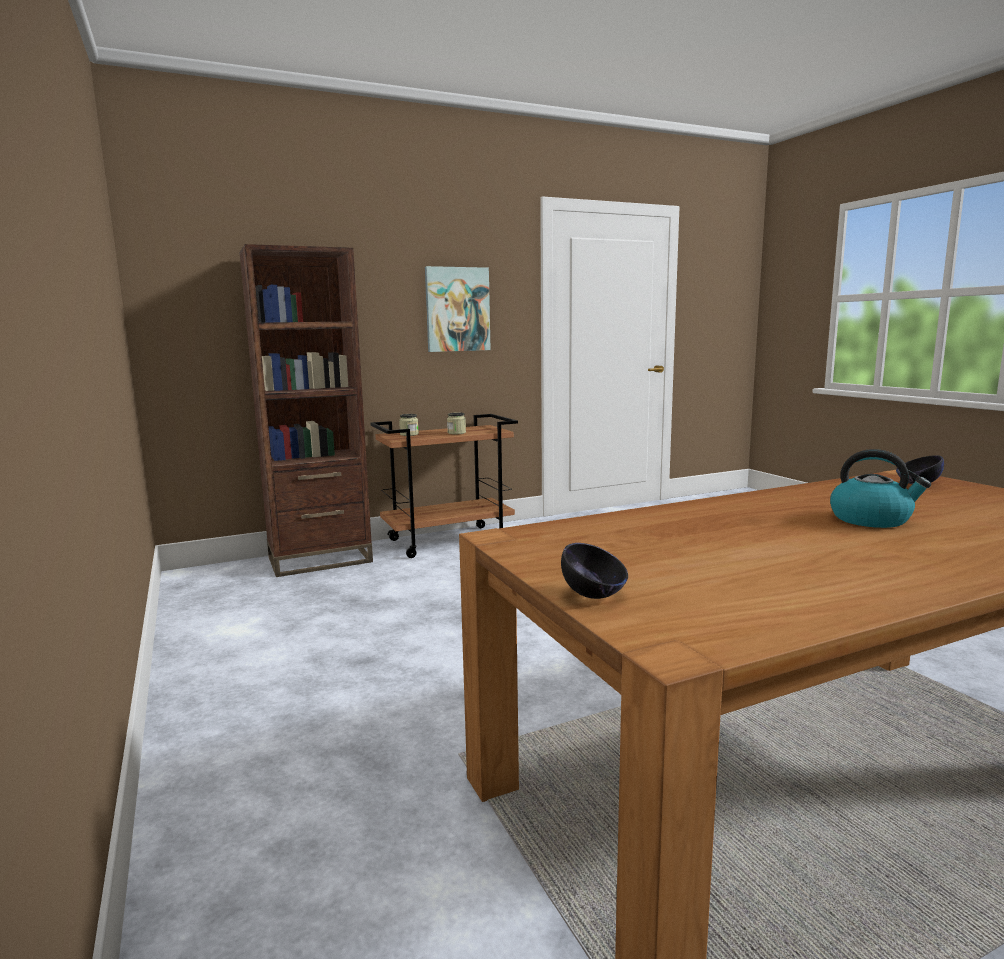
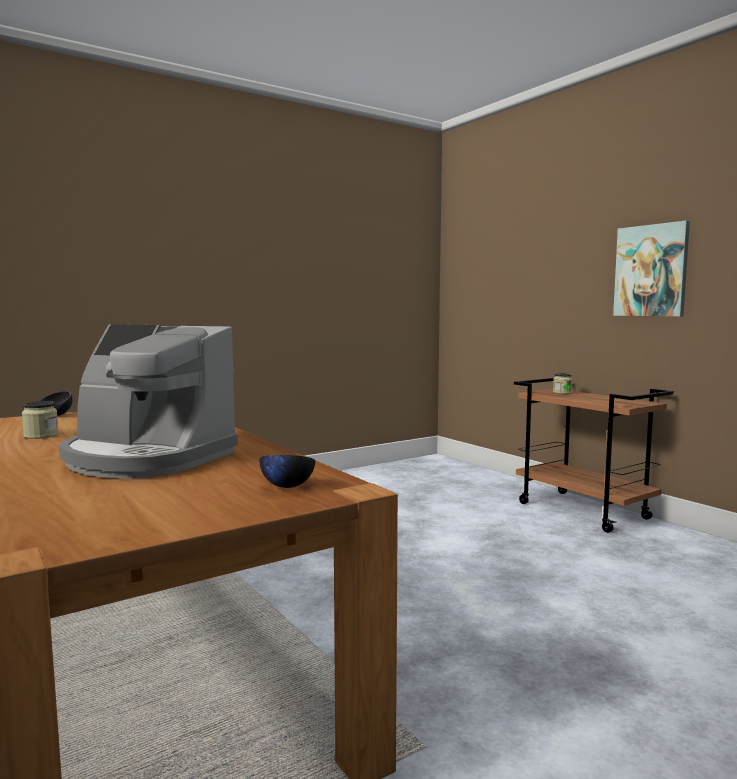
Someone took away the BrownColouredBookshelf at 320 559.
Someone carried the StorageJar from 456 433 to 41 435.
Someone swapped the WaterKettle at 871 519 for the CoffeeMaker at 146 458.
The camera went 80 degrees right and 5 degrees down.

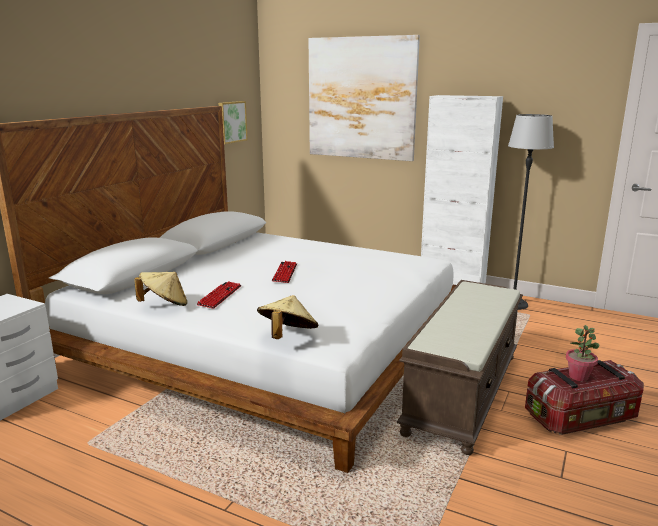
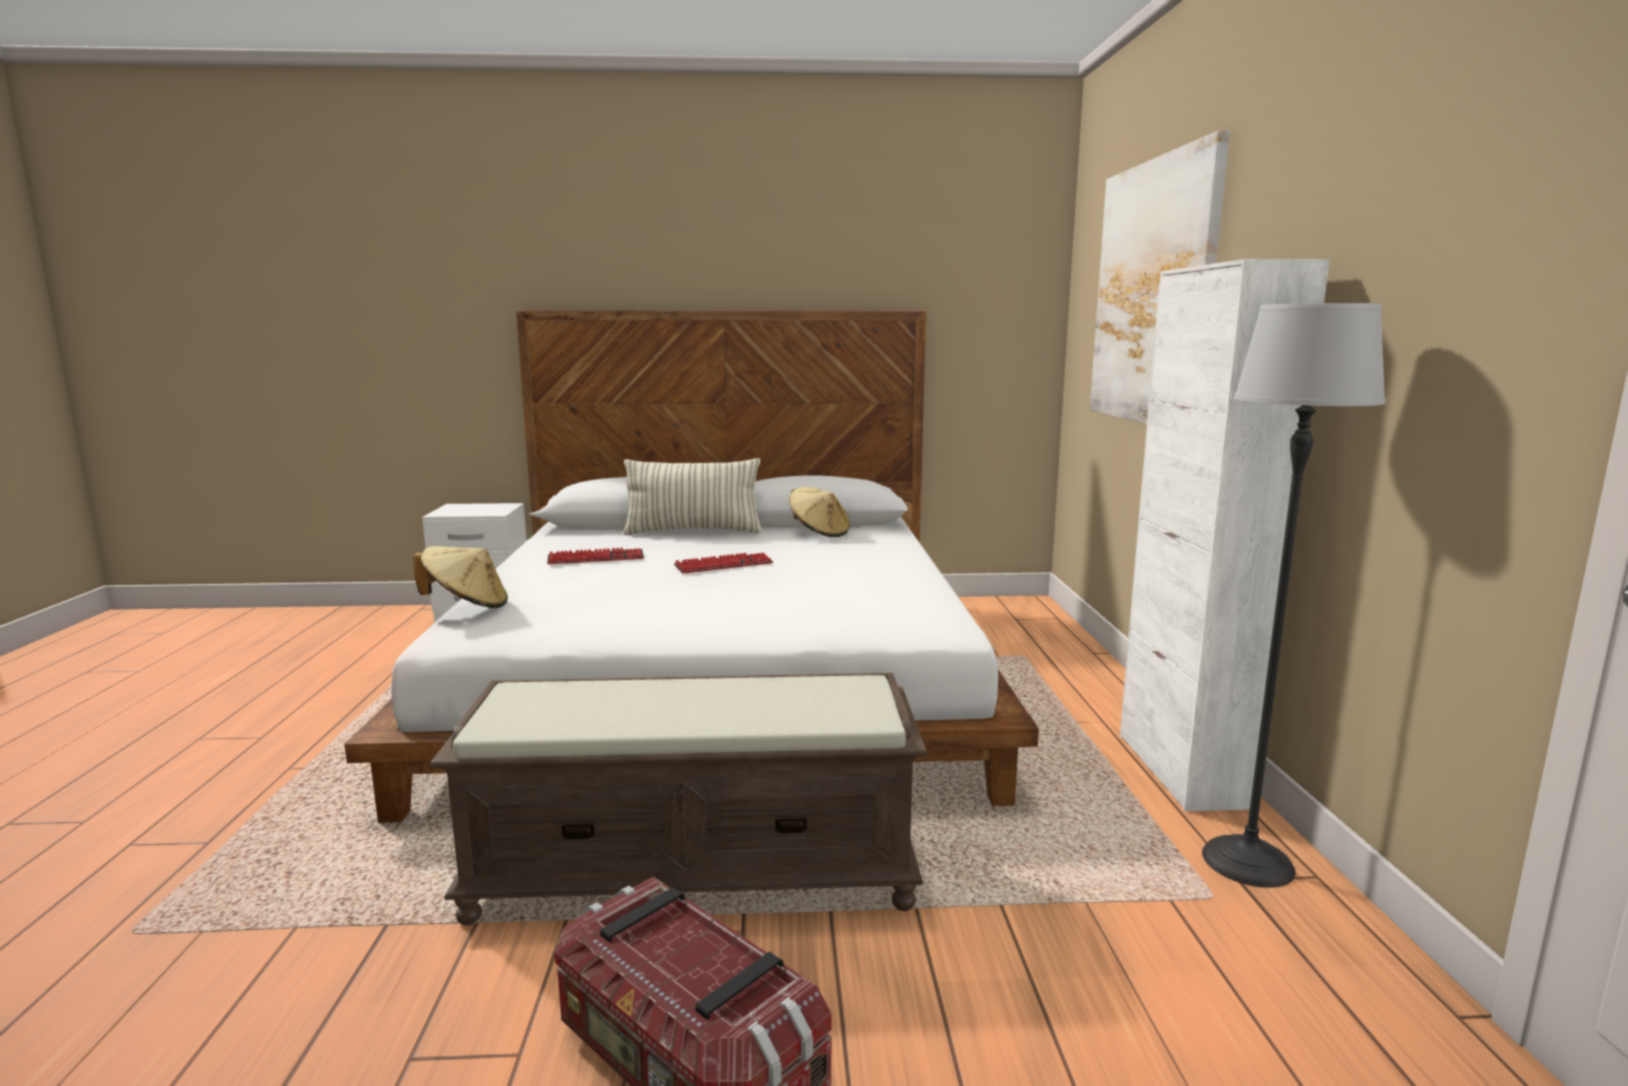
Someone took away the WallArt at 231 122.
Someone carried the BeigeColouredHat from 164 305 to 819 532.
Someone took away the PlantInAPot at 578 376.
Someone put down the ThrowPillow at 693 532.
The camera went 60 degrees right and 5 degrees down.

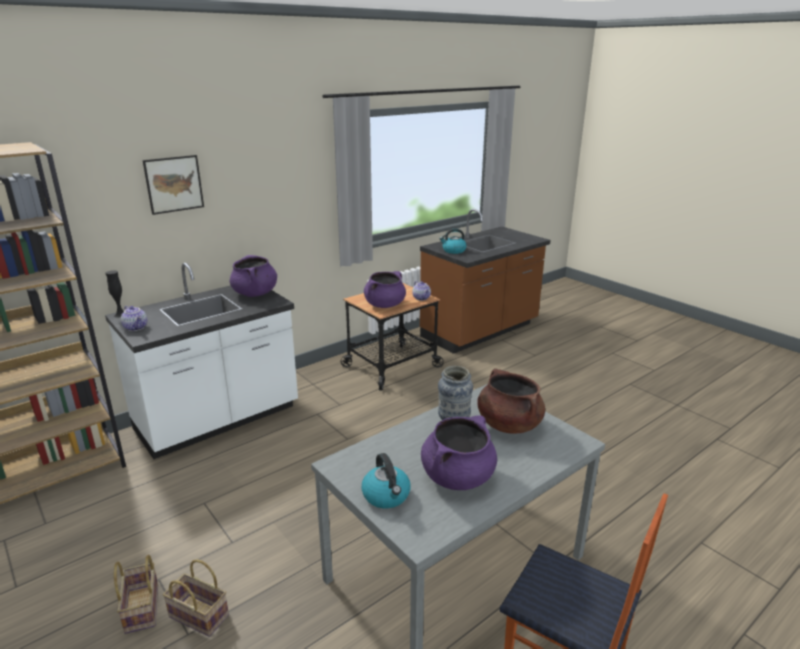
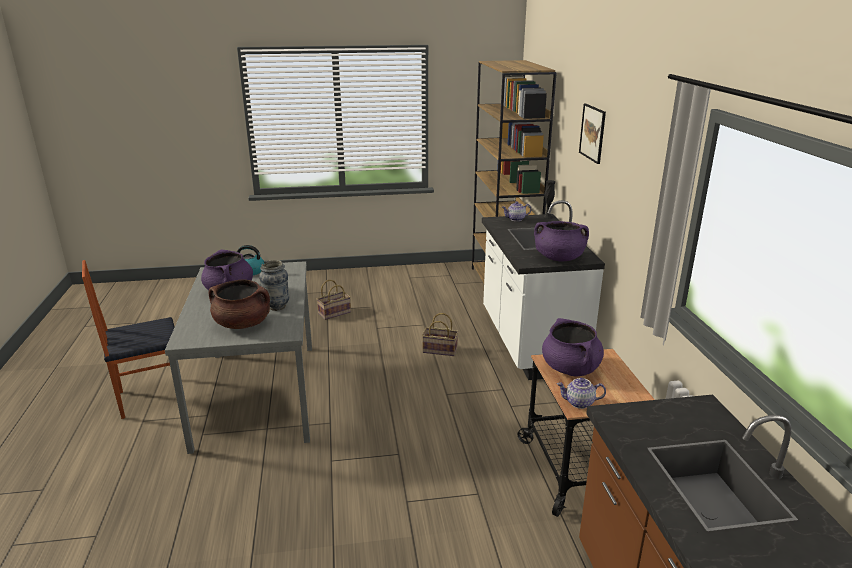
Someone took away the WaterKettle at 453 251.
Someone carried the Basket from 143 609 to 439 350.
The camera went 120 degrees right and 0 degrees up.

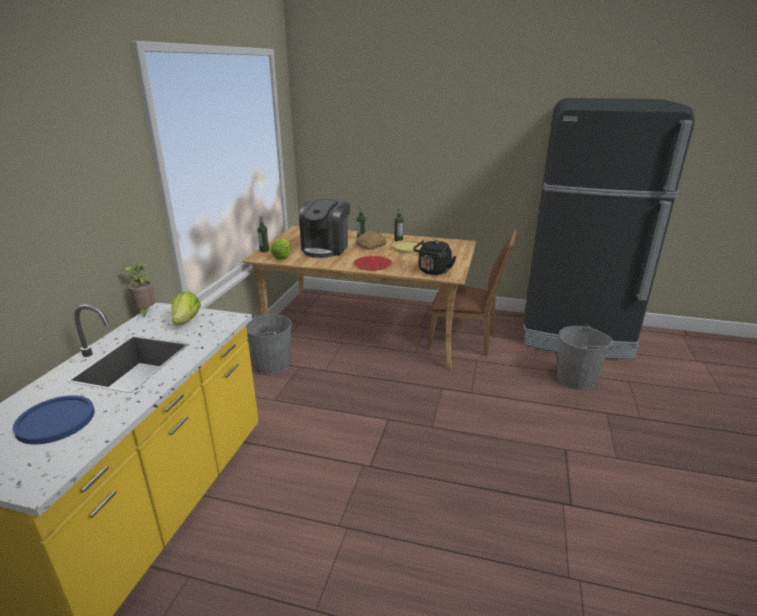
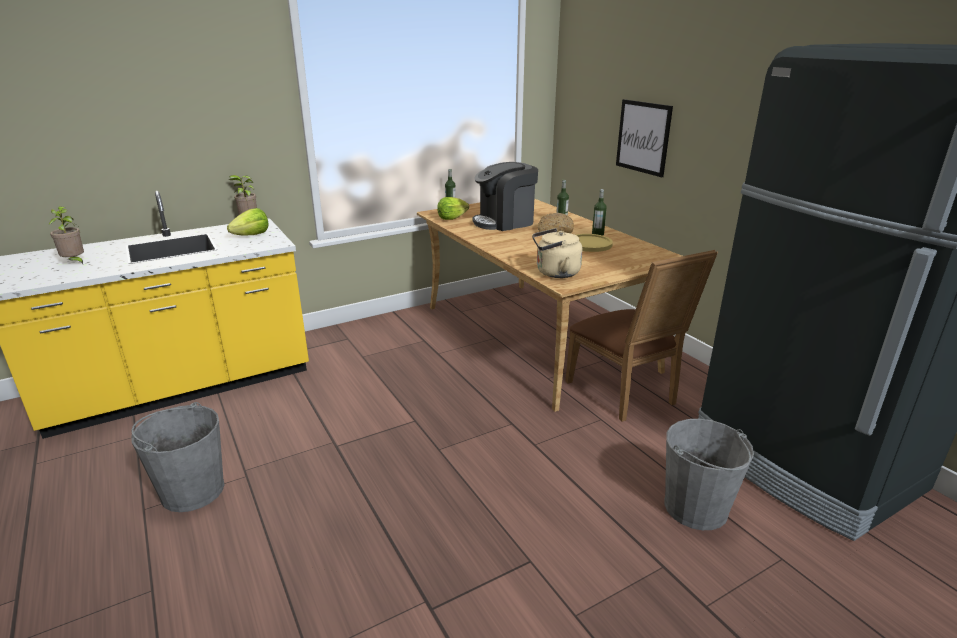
Someone repainted the BlackishWaterKettle at 433 271, which became the BeigeColouredWaterKettle at 555 273.
Someone took away the RedPlate at 372 264.
Someone carried the GreyBucket from 271 365 to 192 490.
Someone swapped the BlueColouredPlate at 55 421 for the PlantInAPot at 75 262.
Someone put up the WallArt at 643 137.
The camera went 45 degrees right and 0 degrees up.

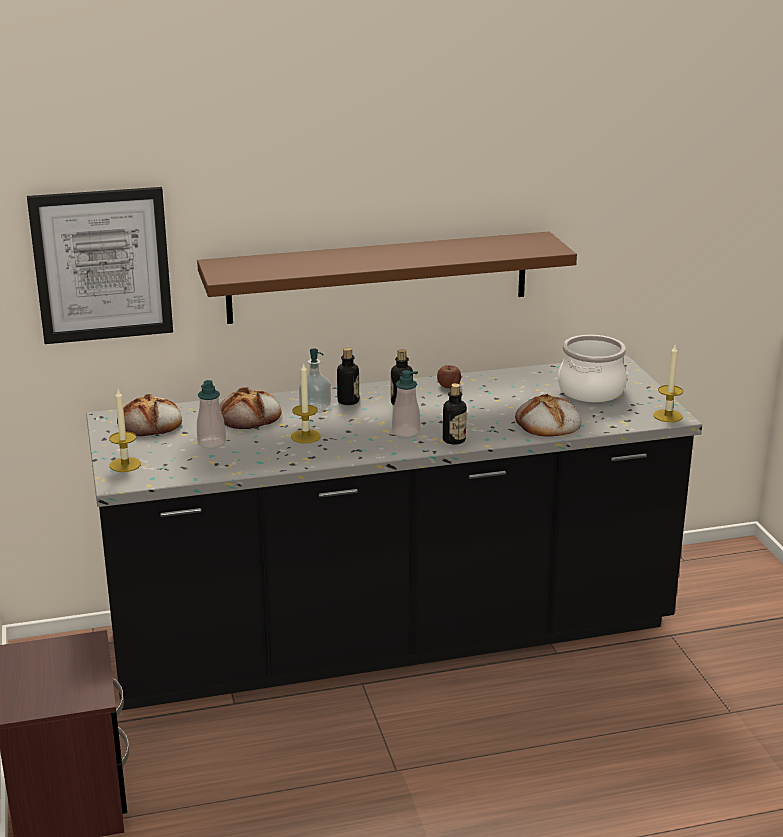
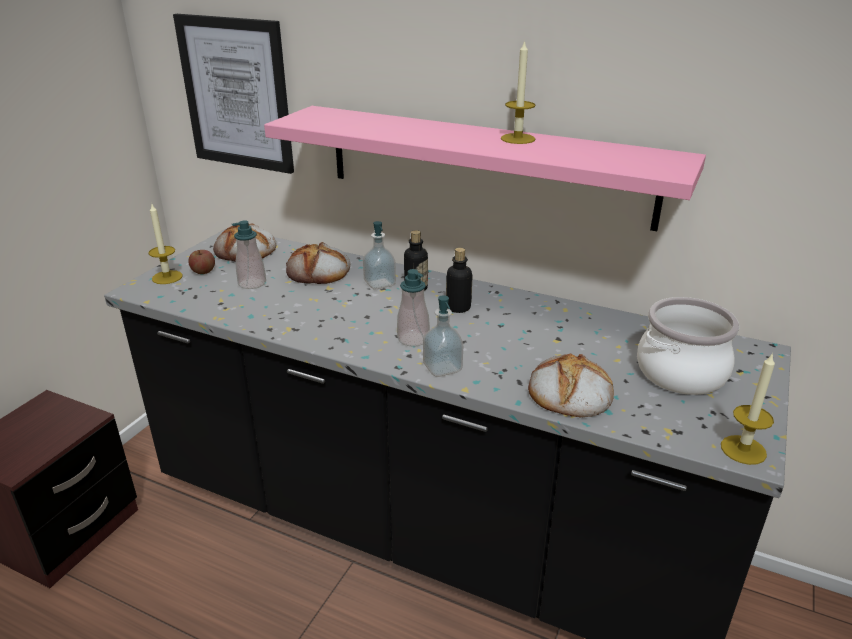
Someone repainted the BrownColouredBracketShelf at 378 277, which became the PinkishBracketShelf at 485 165.
Someone carried the Candle from 305 436 to 517 139.
Someone carried the Apple from 448 386 to 203 271.
Someone swapped the Bottle at 454 440 for the SoapBottle at 442 368.
The camera went 40 degrees right and 5 degrees up.

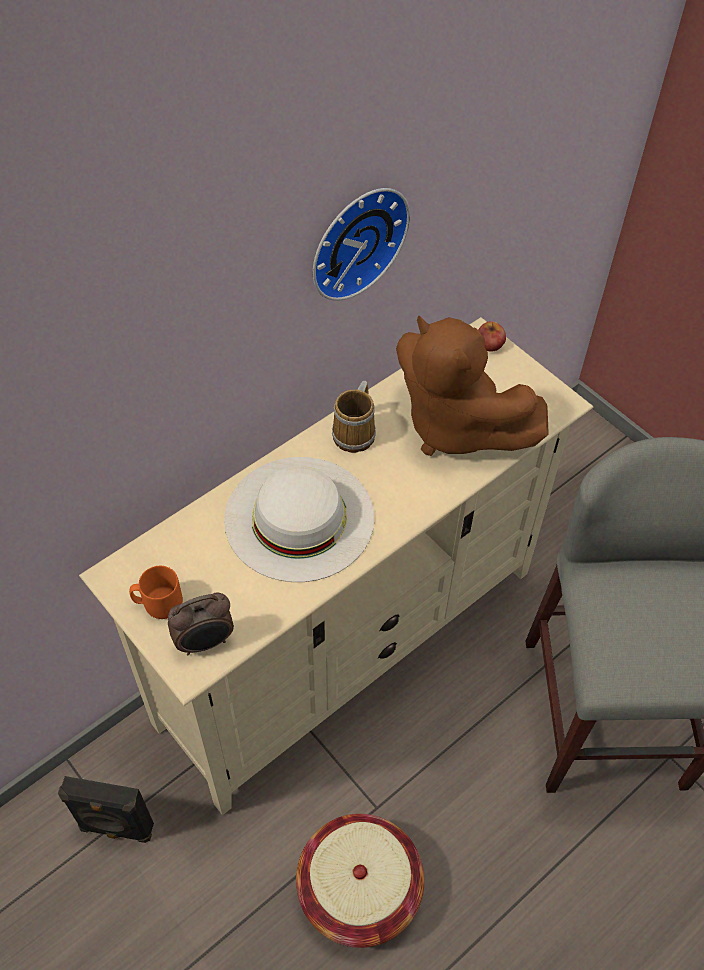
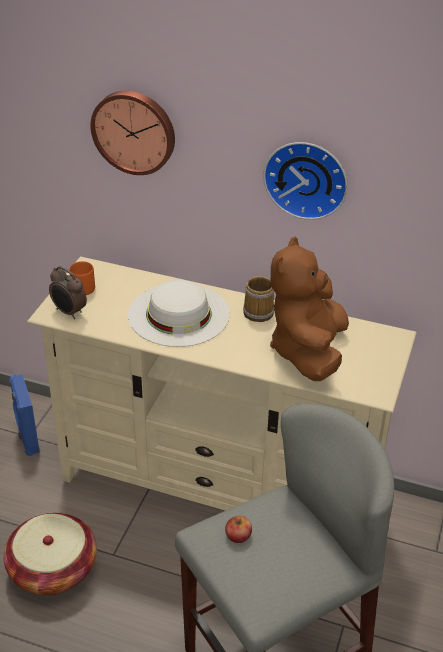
Someone carried the Apple from 489 344 to 238 535.
Someone repainted the BlackishLoudspeaker at 116 829, which became the BlueColouredLoudspeaker at 27 438.
Someone put up the ClockOnTheWall at 134 131.
The camera went 60 degrees right and 15 degrees down.

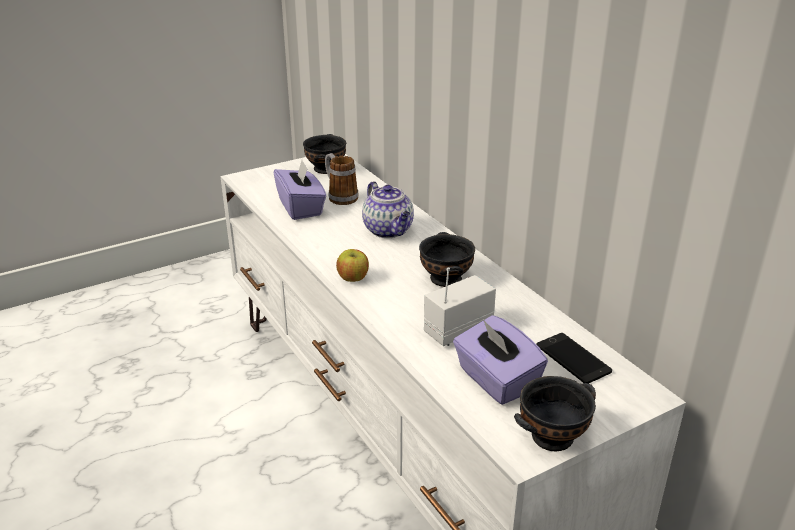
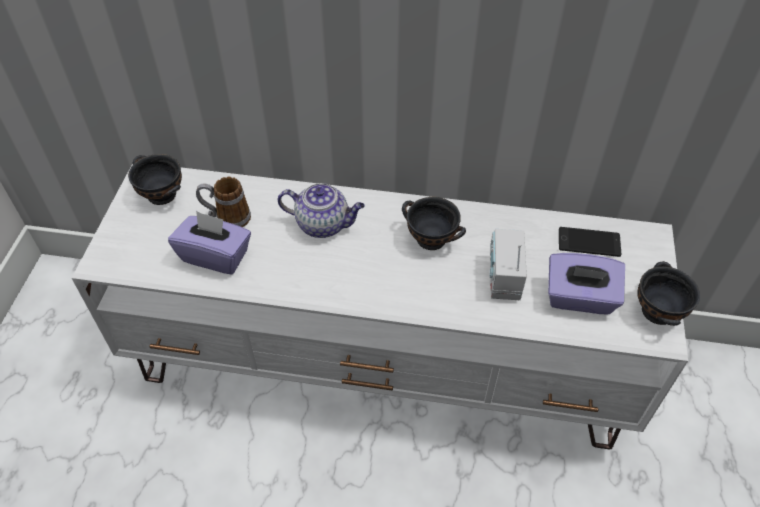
Someone took away the Apple at 353 278.
The camera went 50 degrees left and 20 degrees up.

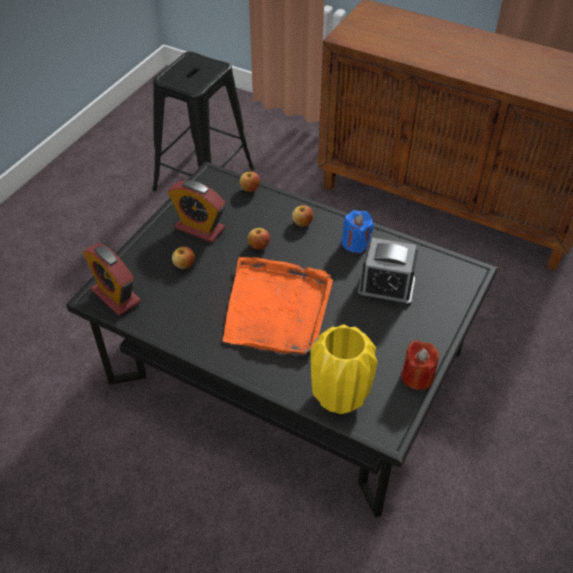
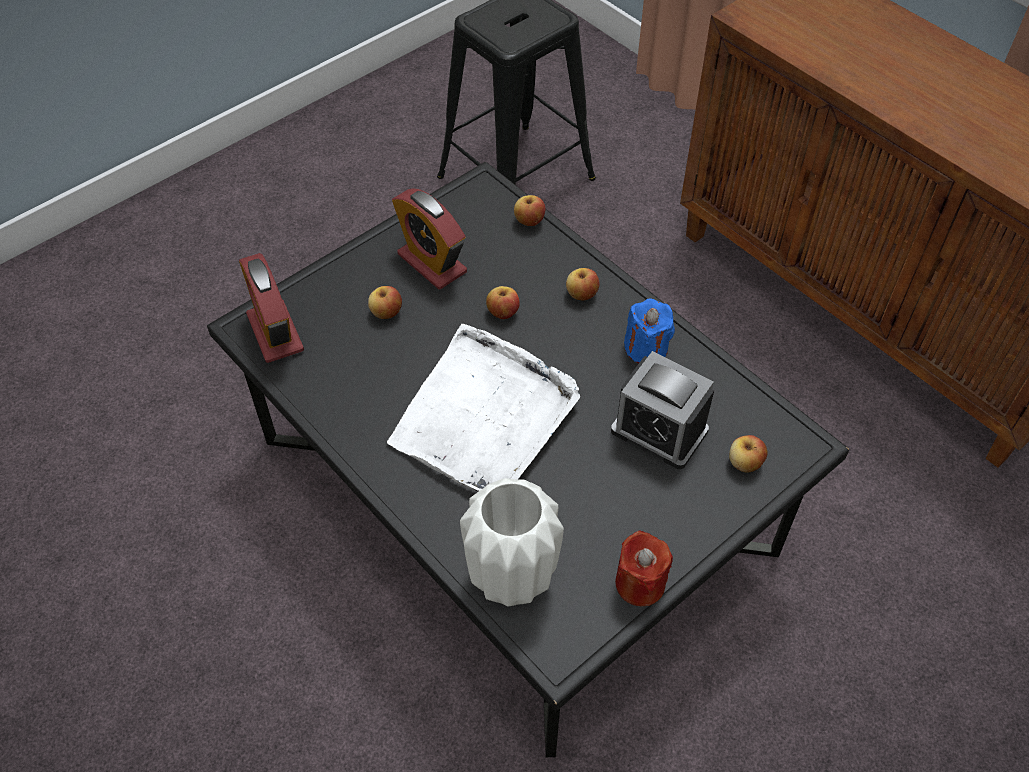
Someone repainted the OrangeColouredServingTray at 276 309, which became the WhiteColouredServingTray at 484 416.
Someone repainted the YellowFlowerVase at 339 396, which became the WhiteColouredFlowerVase at 511 577.
Someone put down the Apple at 745 463.
The camera went 20 degrees right and 5 degrees up.

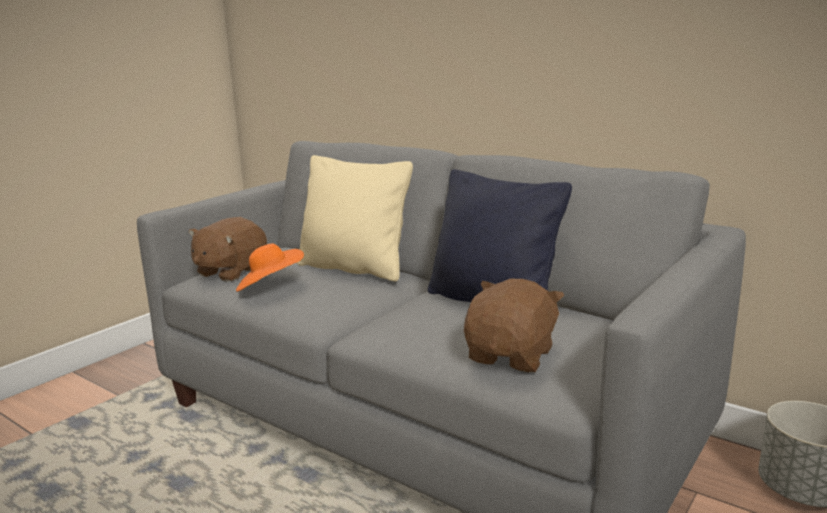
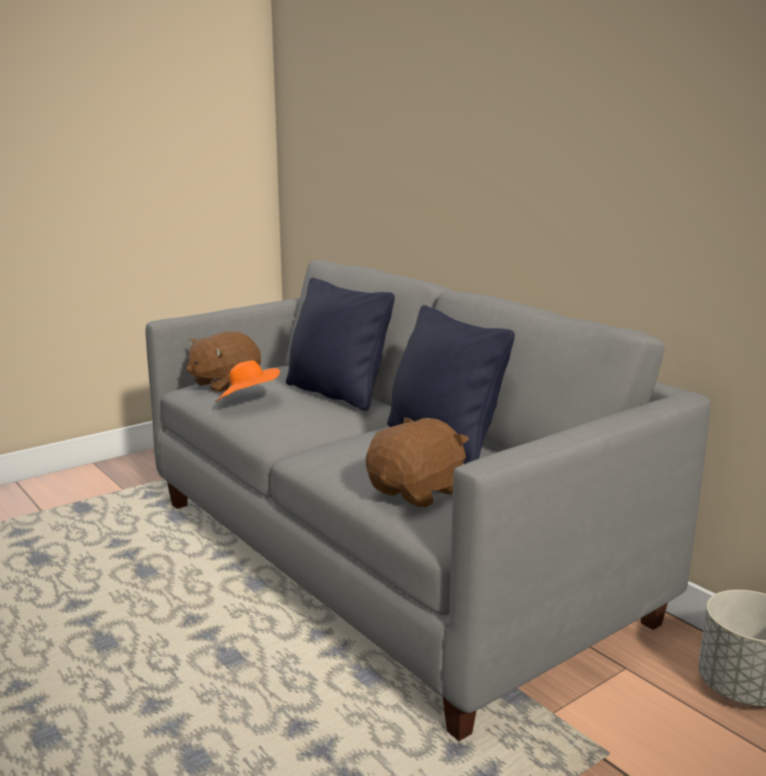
Someone repainted the BeigeColouredThrowPillow at 354 268, which became the BlackishThrowPillow at 337 394.
The camera went 15 degrees right and 0 degrees up.

